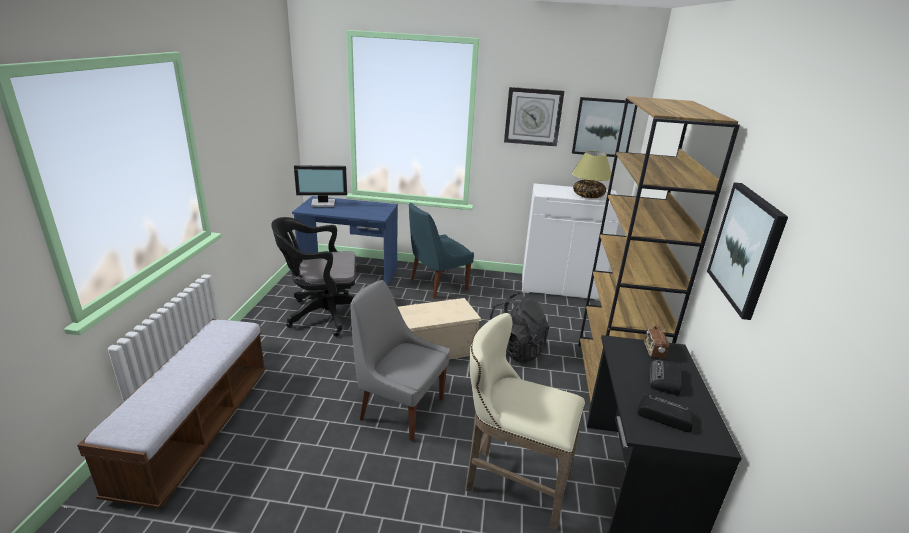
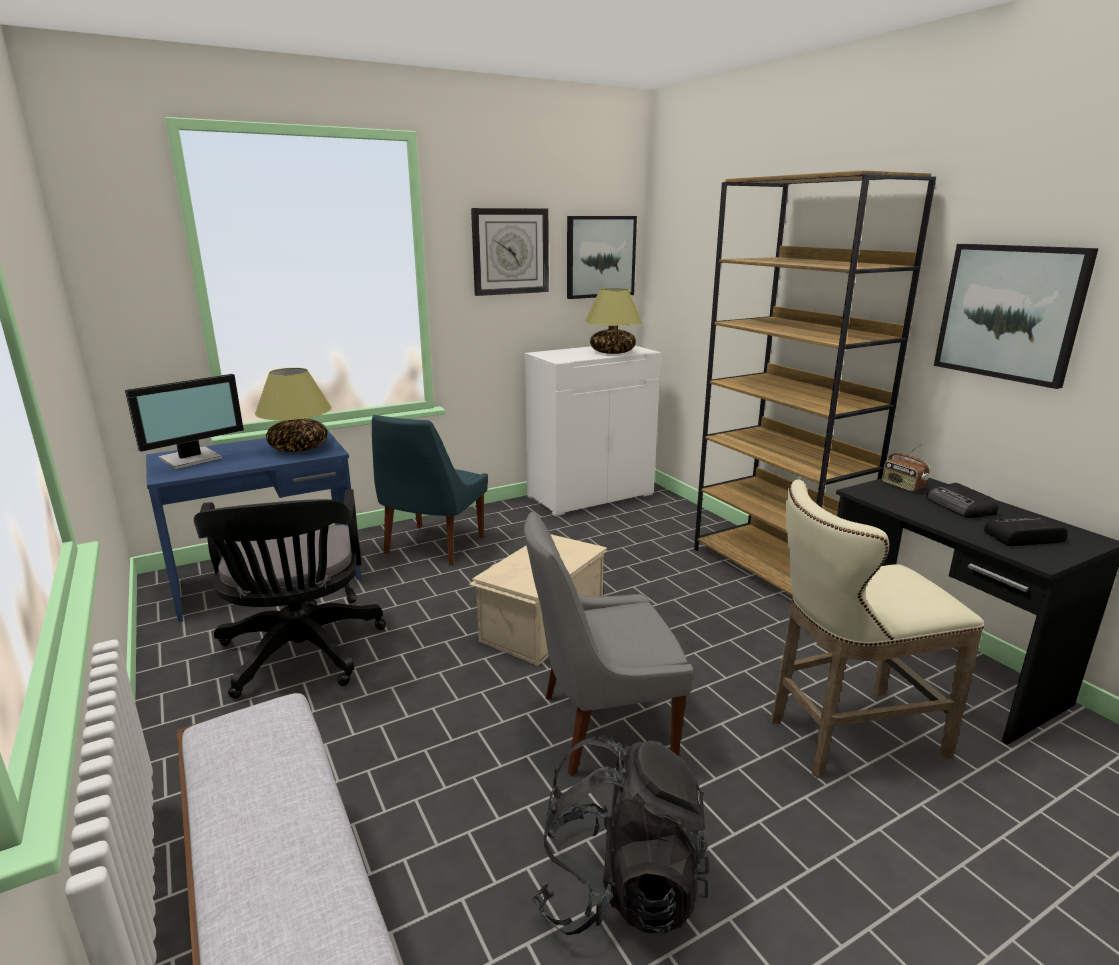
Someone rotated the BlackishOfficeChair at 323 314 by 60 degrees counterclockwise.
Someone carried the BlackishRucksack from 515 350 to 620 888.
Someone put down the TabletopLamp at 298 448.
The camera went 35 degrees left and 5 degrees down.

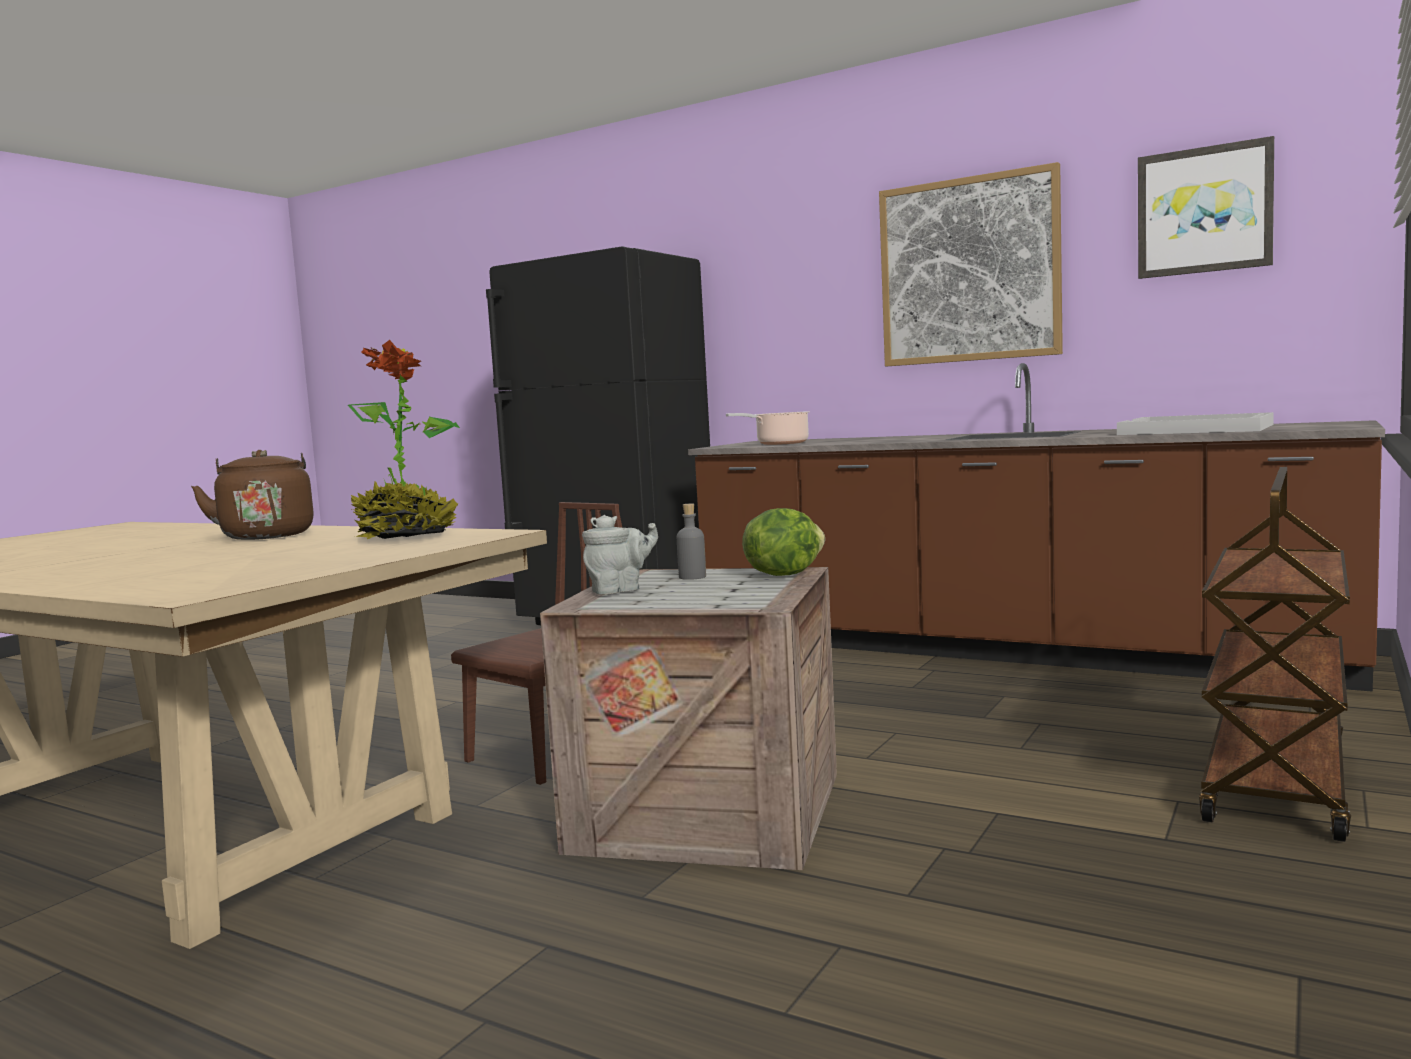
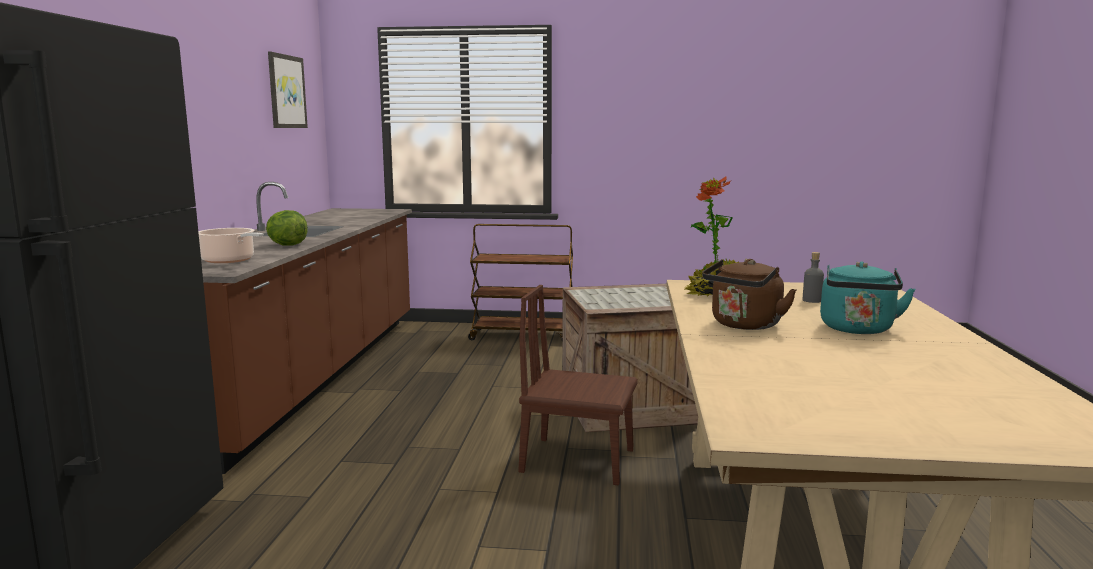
Someone took away the WallArt at 969 270.
Someone took away the WhiteColouredServingTray at 1197 429.
Someone carried the GreyBottle from 692 577 to 812 300.
Someone carried the Lettuce from 783 574 to 286 245.
Someone took away the GreyPotForTea at 620 590.
Someone put down the BlueGreenWaterKettle at 857 330.
The camera went 115 degrees left and 5 degrees up.

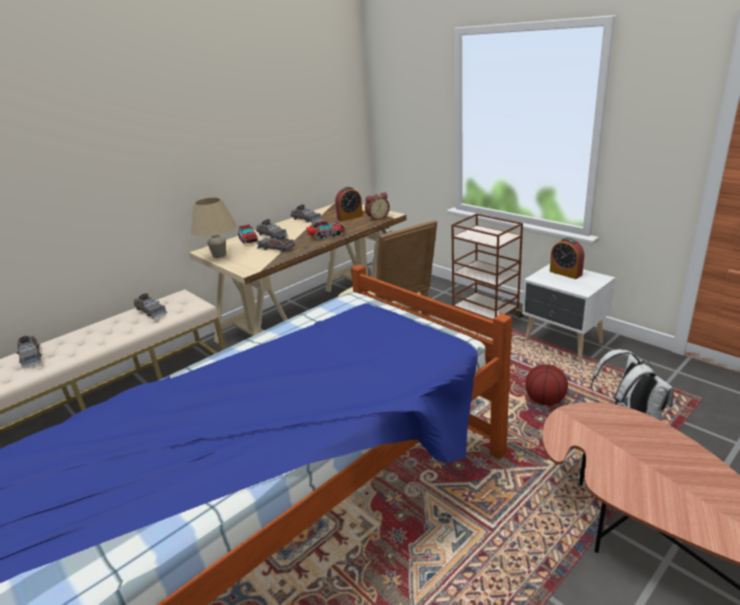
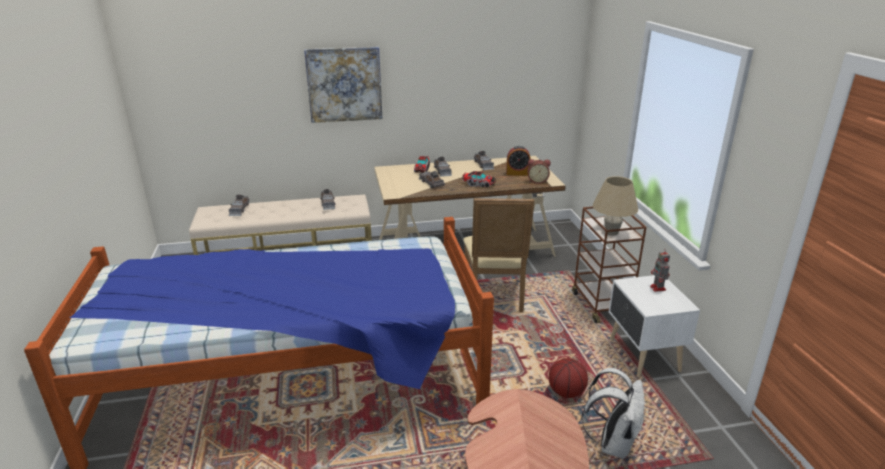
Someone carried the BeigeColouredTabletopLamp from 219 255 to 611 232.
Someone swapped the BedsideClock at 565 273 for the RobotFigure at 658 288.
Someone put up the WallArt at 344 84.
The camera went 30 degrees right and 0 degrees up.

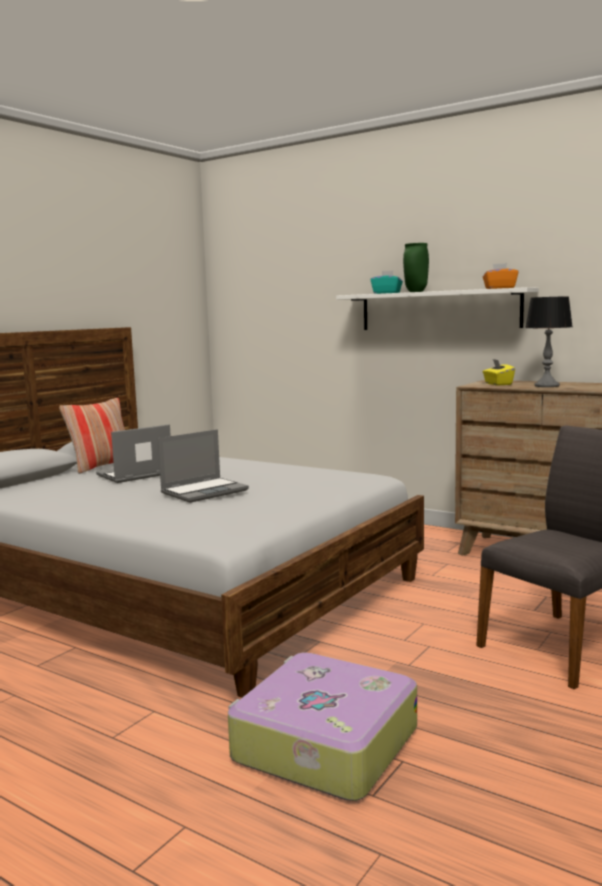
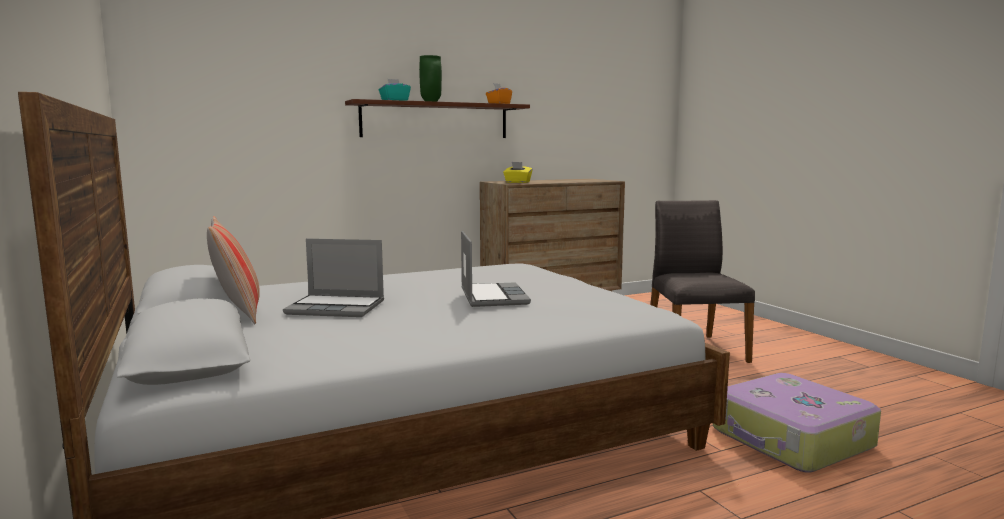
Someone repainted the WhiteColouredBracketShelf at 439 310, which became the BrownColouredBracketShelf at 435 120.
Someone took away the TabletopLamp at 546 386.
Someone rotated the PortableComputer at 134 475 by 75 degrees counterclockwise.
The camera went 60 degrees left and 0 degrees up.

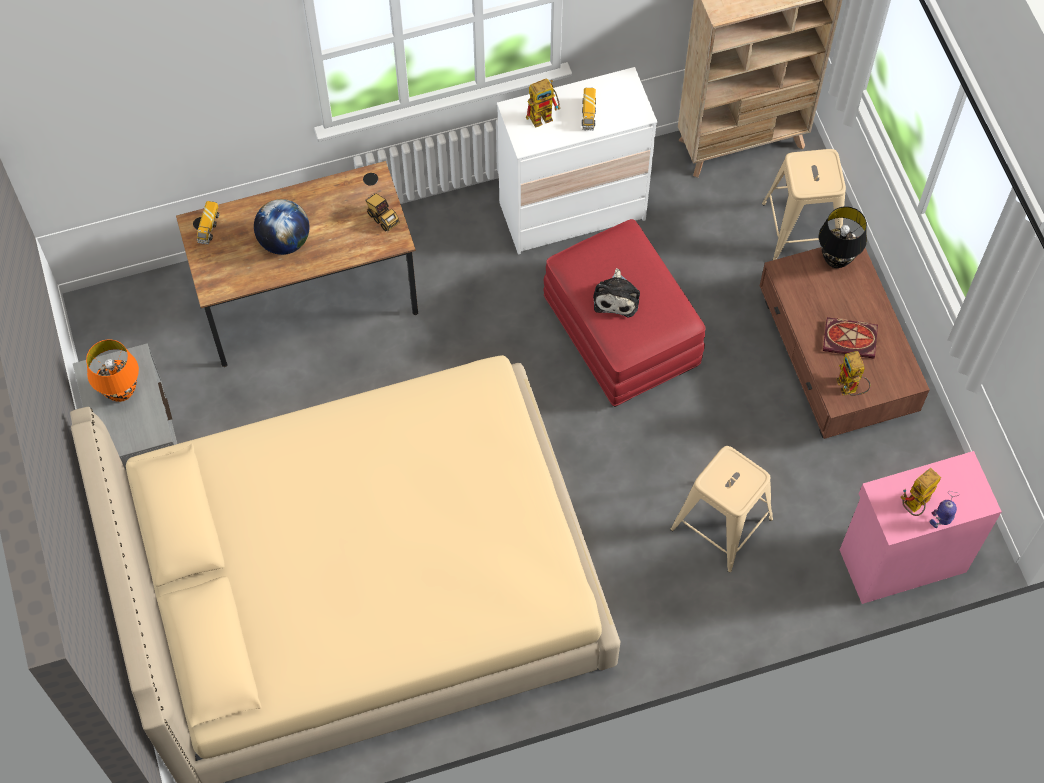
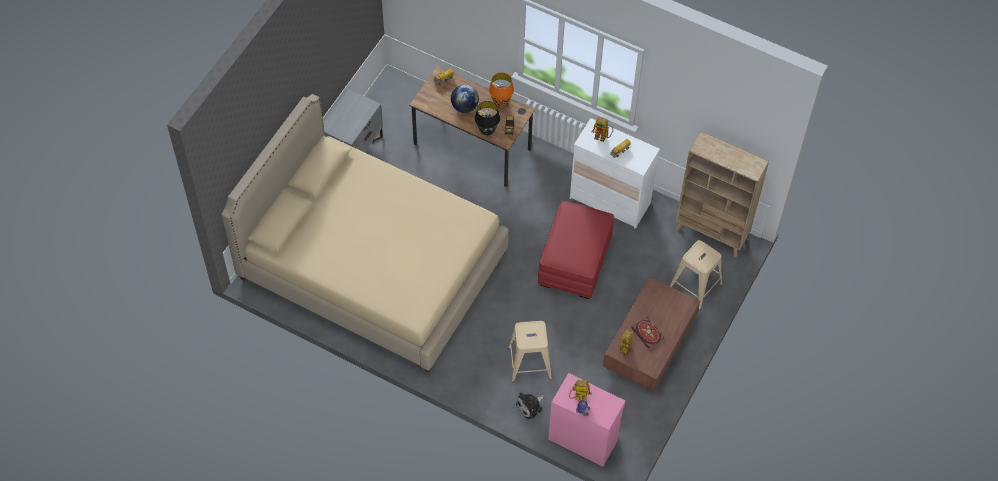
Someone carried the BlackishTabletopLamp from 836 260 to 487 131.
Someone carried the SoftToy from 617 297 to 530 406.
Someone carried the OrangeColouredTabletopLamp from 121 391 to 501 102.
The camera went 45 degrees right and 5 degrees down.

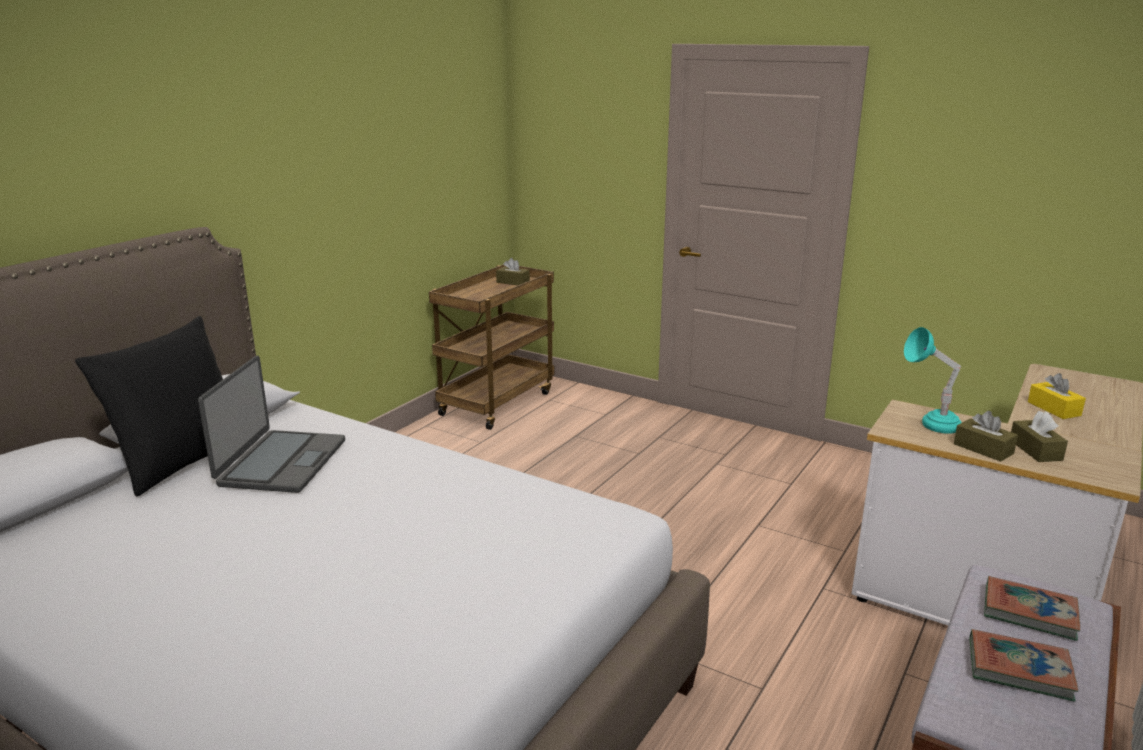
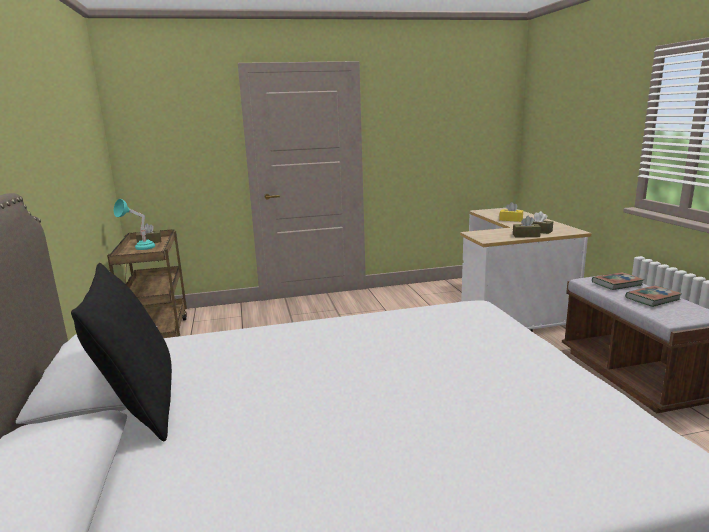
Someone carried the BlueGreenTabletopLamp from 929 425 to 139 249.
Someone took away the PortableComputer at 281 463.
The camera went 45 degrees left and 5 degrees down.

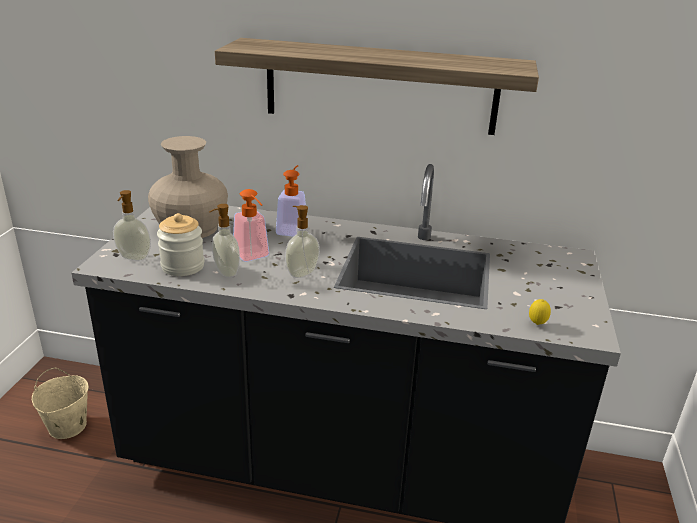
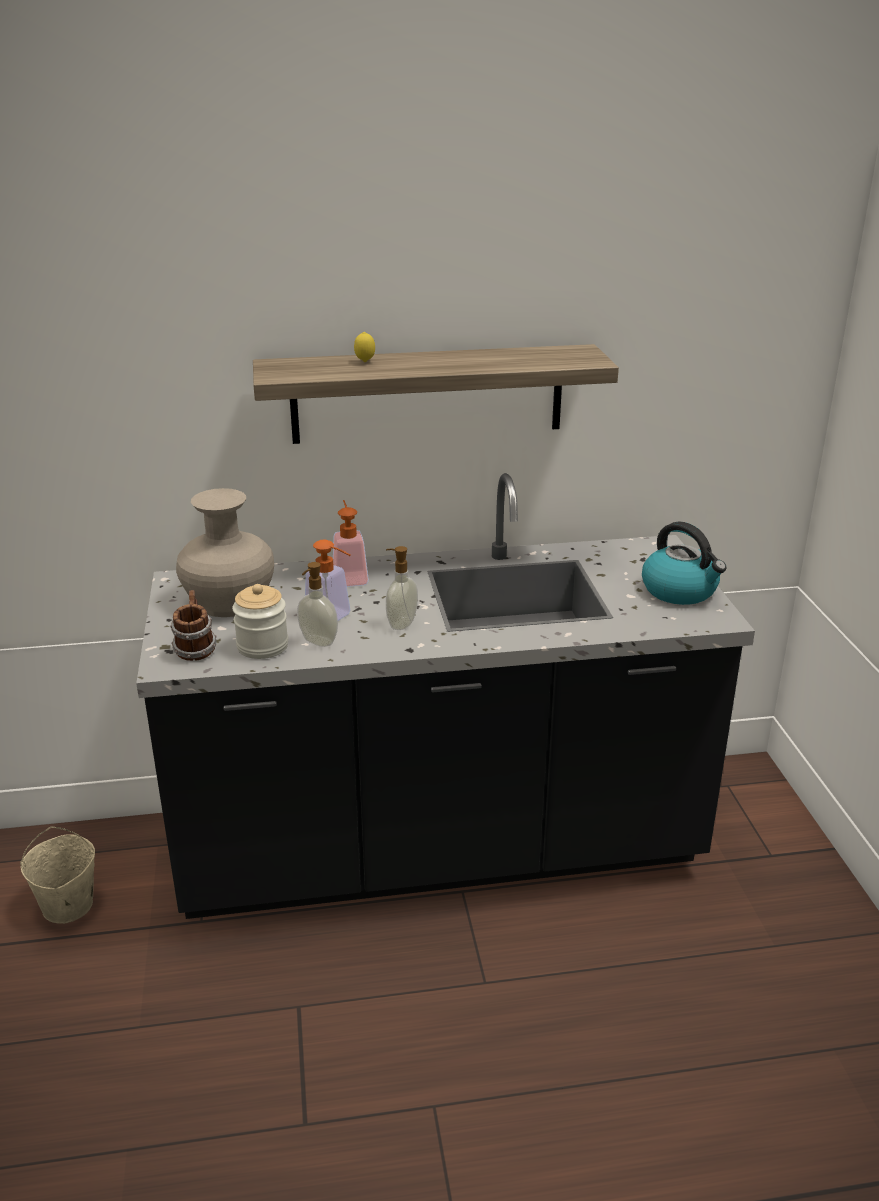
Someone swapped the SoapBottle at 133 258 for the Mug at 195 650.
Someone carried the CitrusFruit from 537 324 to 365 362.
Someone put down the WaterKettle at 680 591.
The camera went 20 degrees left and 0 degrees up.

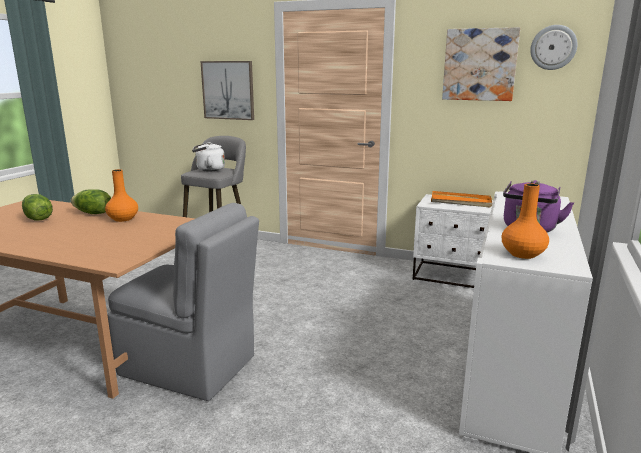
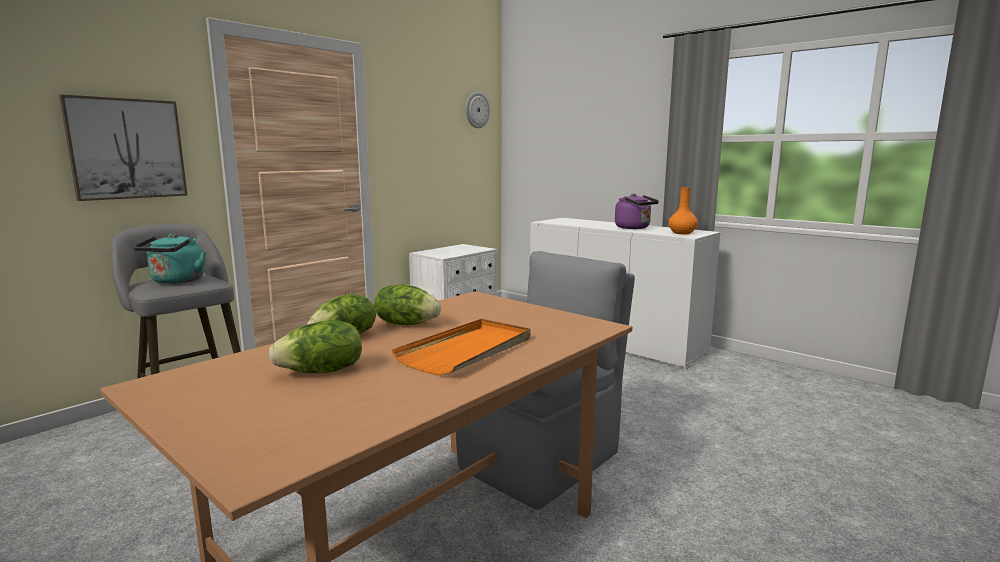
Someone took away the WallArt at 480 65.
Someone repainted the WhiteColouredWaterKettle at 208 170, which became the BlueGreenWaterKettle at 176 281.
Someone swapped the OrangeColouredFlowerVase at 123 219 for the Lettuce at 406 323.
Someone carried the OrangeColouredServingTray from 461 202 to 468 350.
The camera went 70 degrees left and 5 degrees down.

